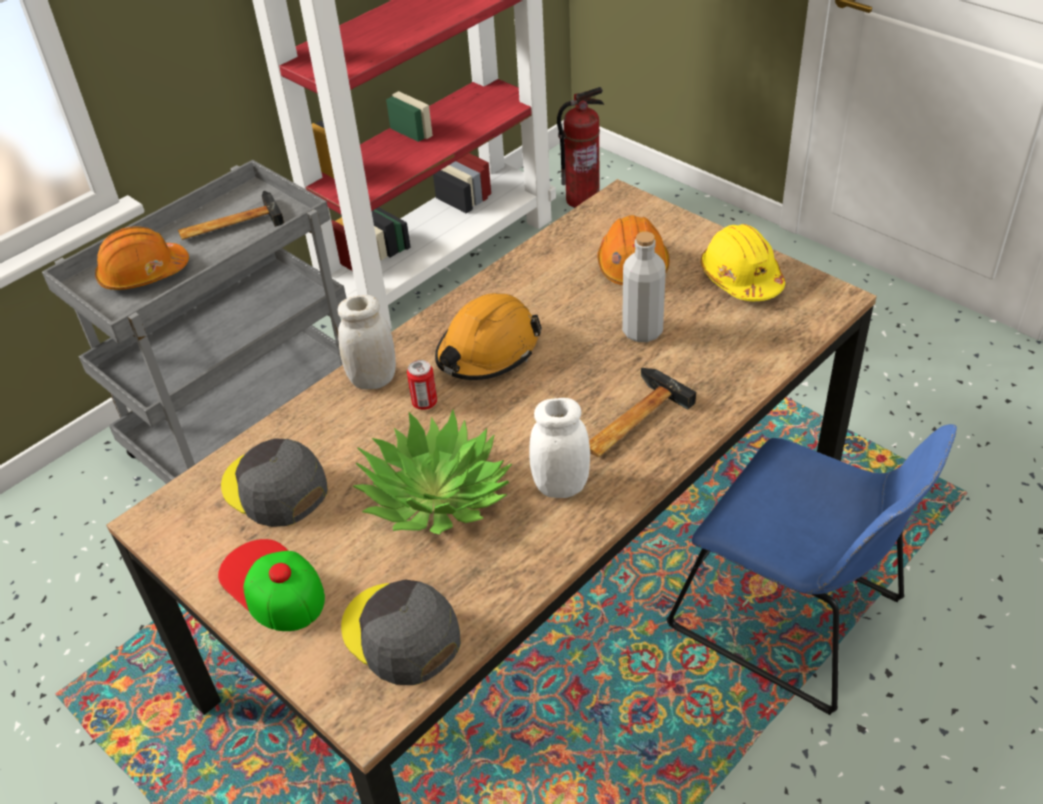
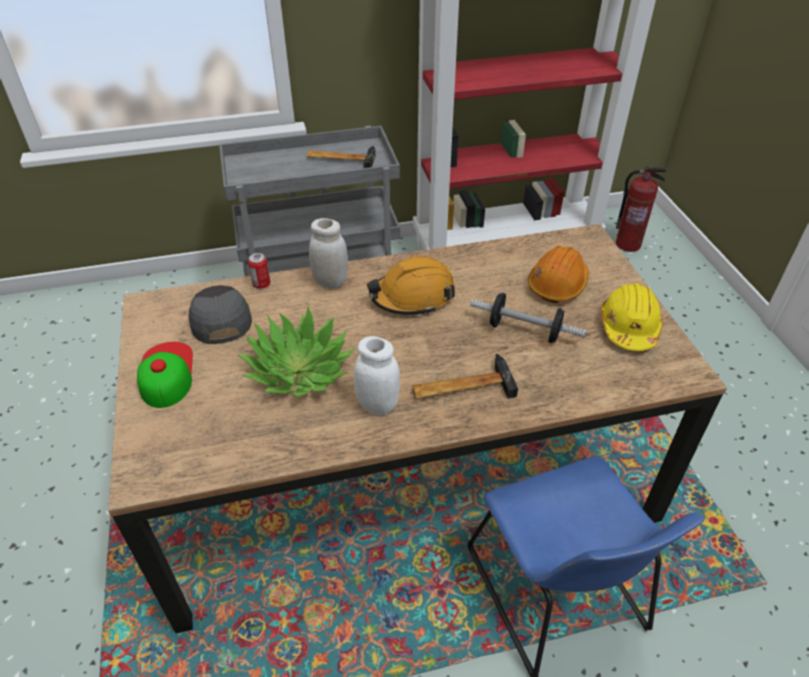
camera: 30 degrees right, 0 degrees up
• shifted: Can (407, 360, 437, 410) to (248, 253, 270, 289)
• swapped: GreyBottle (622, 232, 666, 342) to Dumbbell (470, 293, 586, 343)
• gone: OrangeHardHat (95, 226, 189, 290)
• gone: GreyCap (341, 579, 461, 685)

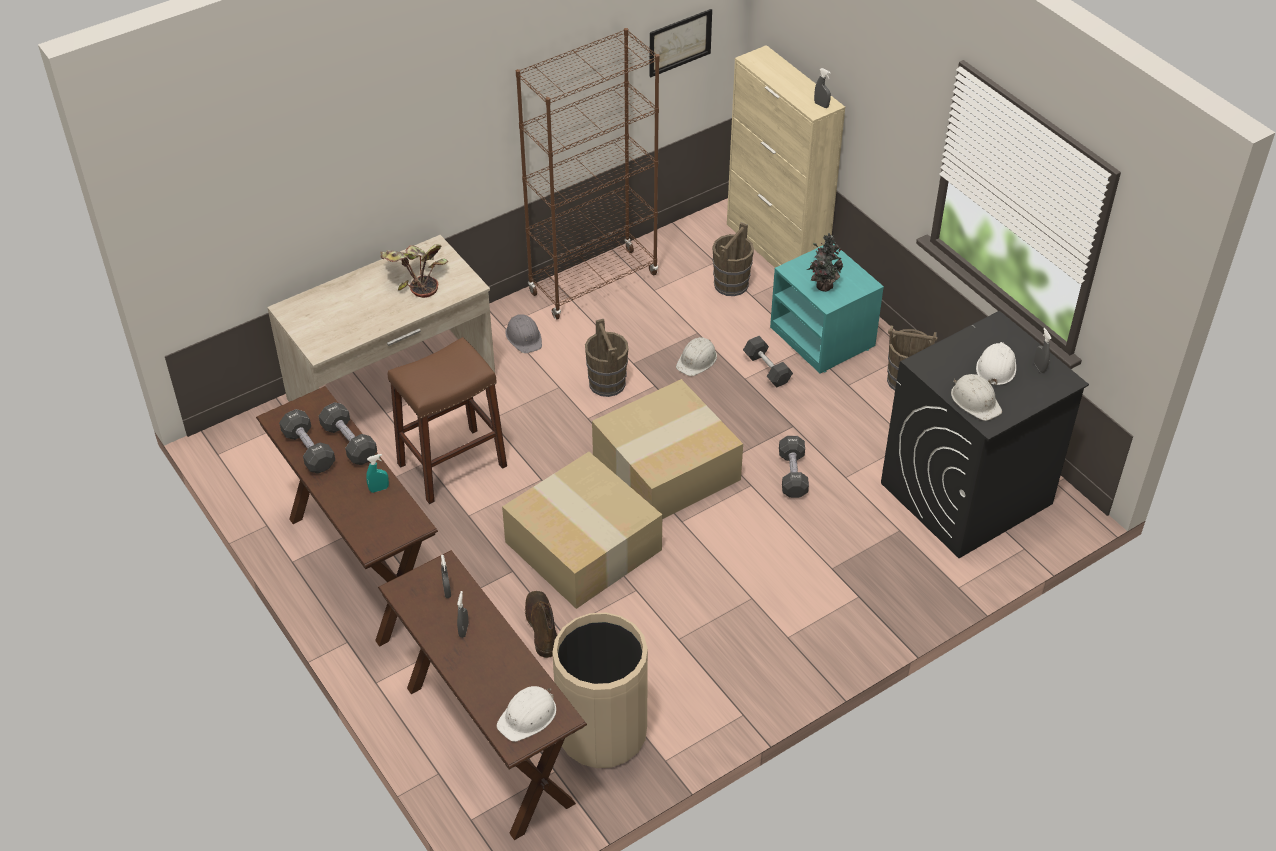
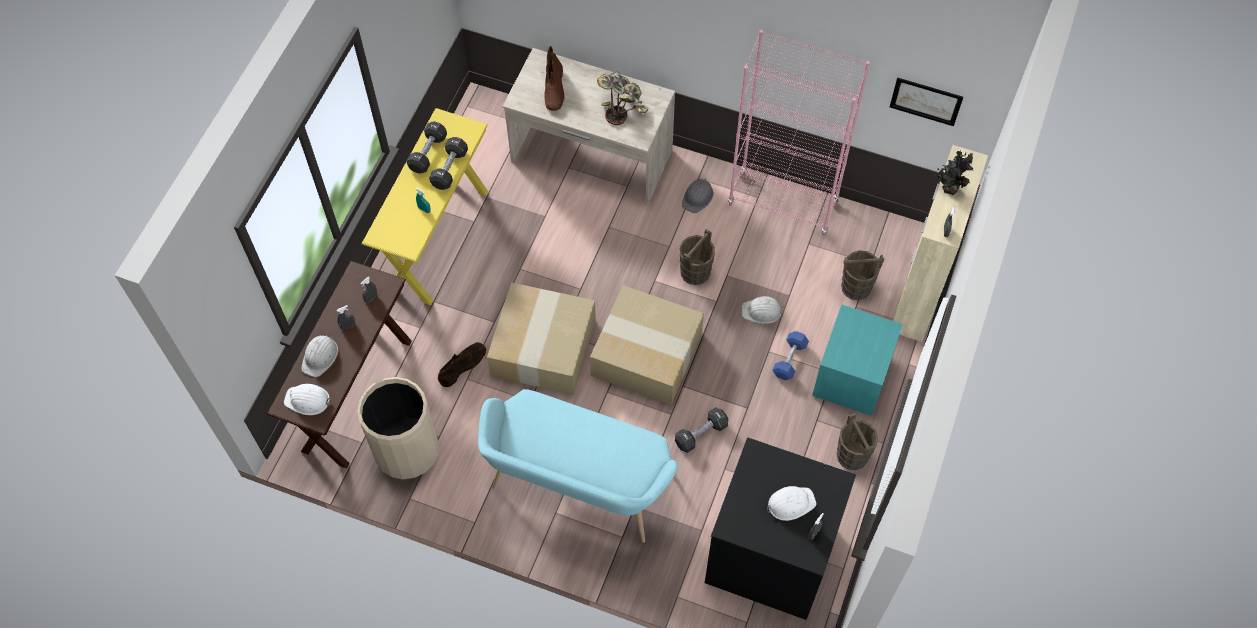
camera: 55 degrees right, 15 degrees up
• shifted: WhiteHardHat (951, 374, 1002, 421) to (301, 333, 338, 377)
• repainted: BrownConsoleTable (256, 386, 438, 647) to YellowConsoleTable (362, 108, 488, 305)
• new: TurquoiseBench (478, 389, 678, 543)
• new: BrownBoot (544, 46, 564, 111)
• repainted: BrownBookcase (516, 28, 660, 320) to PinkBookcase (728, 30, 870, 235)
• repainted: GreyDumbbell (743, 336, 793, 388) to BlueDumbbell (772, 331, 809, 380)
• shifted: PottedPlant (807, 233, 843, 292) to (935, 150, 973, 195)
• gone: BrownStool (388, 337, 507, 504)

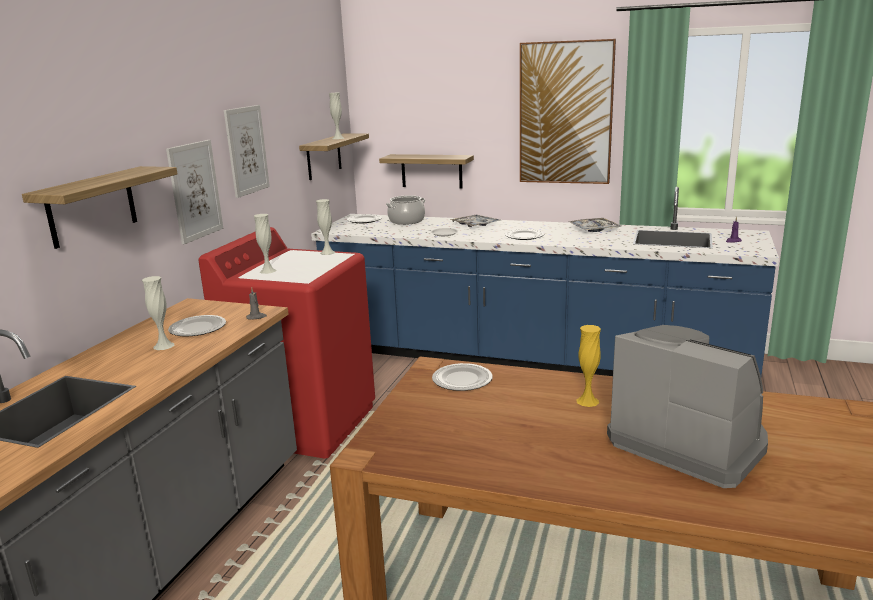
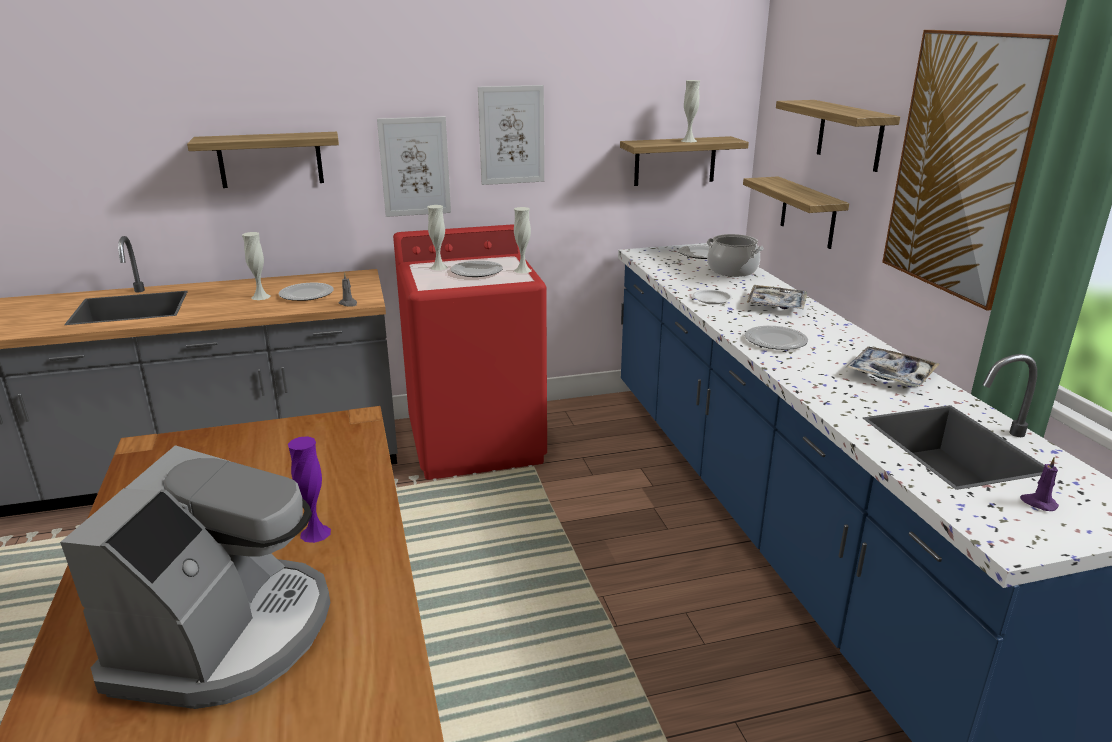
camera: 55 degrees right, 5 degrees up
• repainted: YellowVase (576, 325, 601, 407) to PurpleVase (288, 436, 331, 543)
• shifted: Plate (432, 363, 493, 391) to (451, 260, 503, 277)
• new: Shelf (776, 100, 900, 172)

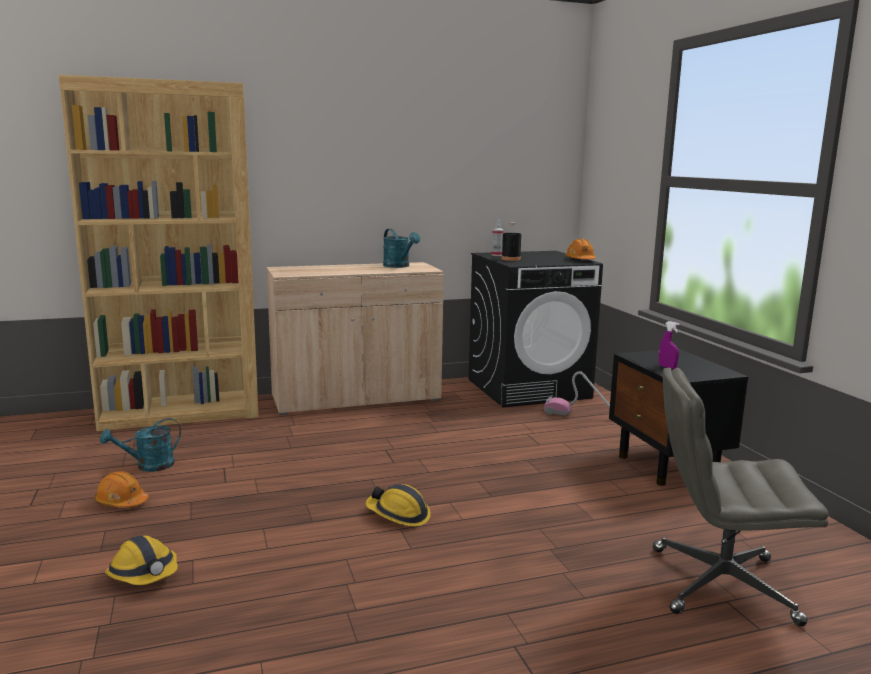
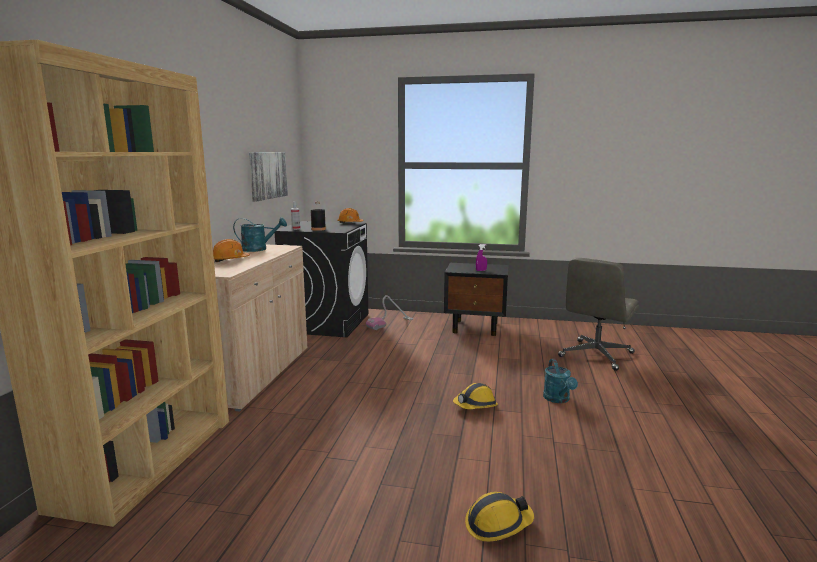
camera: 60 degrees left, 0 degrees up
• shifted: OrangeHardHat (95, 471, 149, 508) to (213, 239, 250, 262)
• new: Picture (249, 152, 288, 201)
• shifted: TurquoiseWateringCan (100, 418, 181, 472) to (543, 359, 578, 403)

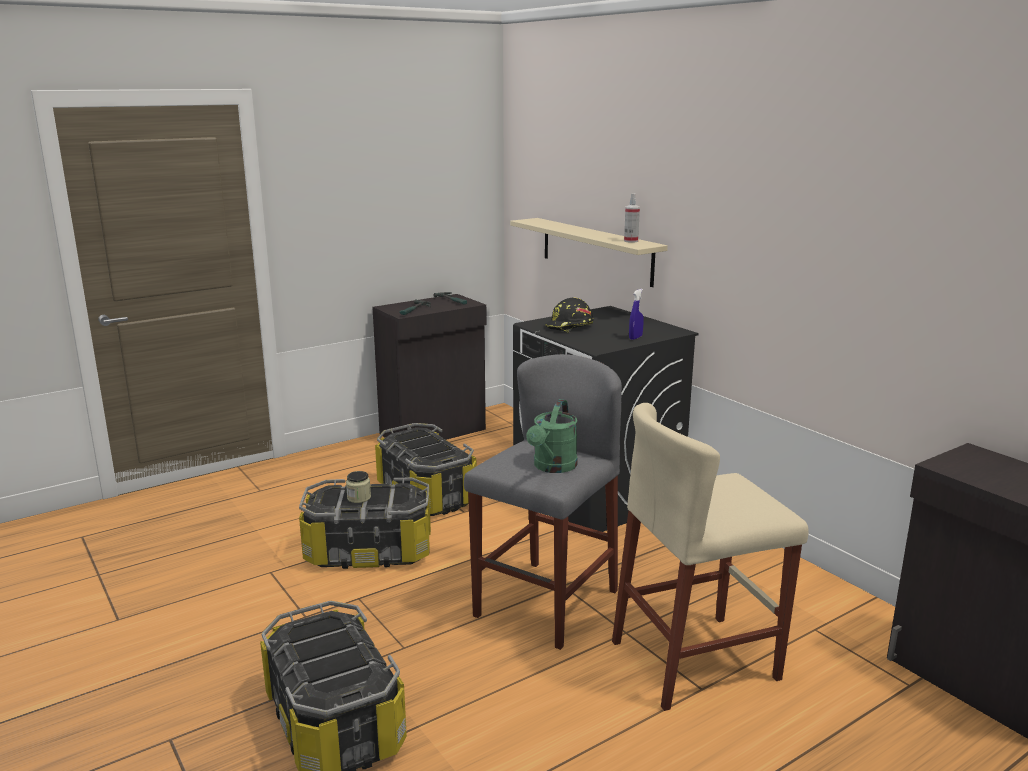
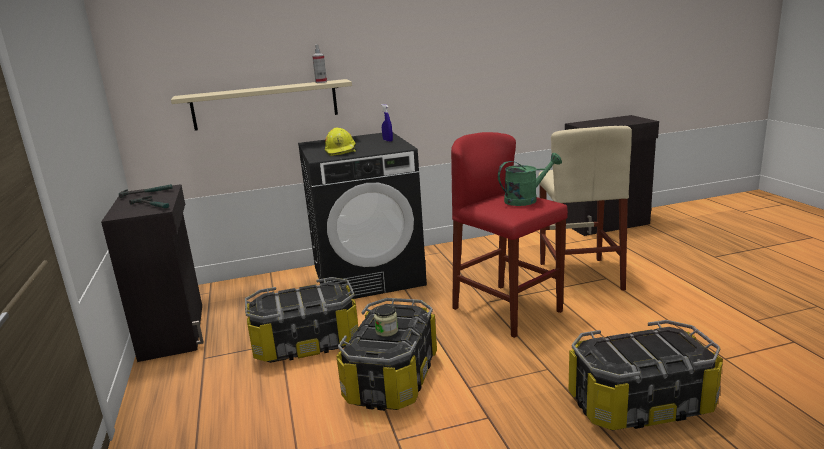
camera: 70 degrees left, 0 degrees up
• repainted: BlackHardHat (545, 297, 594, 332) to YellowHardHat (325, 128, 356, 156)
• repainted: GreyStool (464, 354, 622, 650) to RedStool (451, 132, 568, 338)
• rotated: GreenWateringCan (526, 399, 578, 473) = (498, 153, 562, 206) 60 degrees counterclockwise

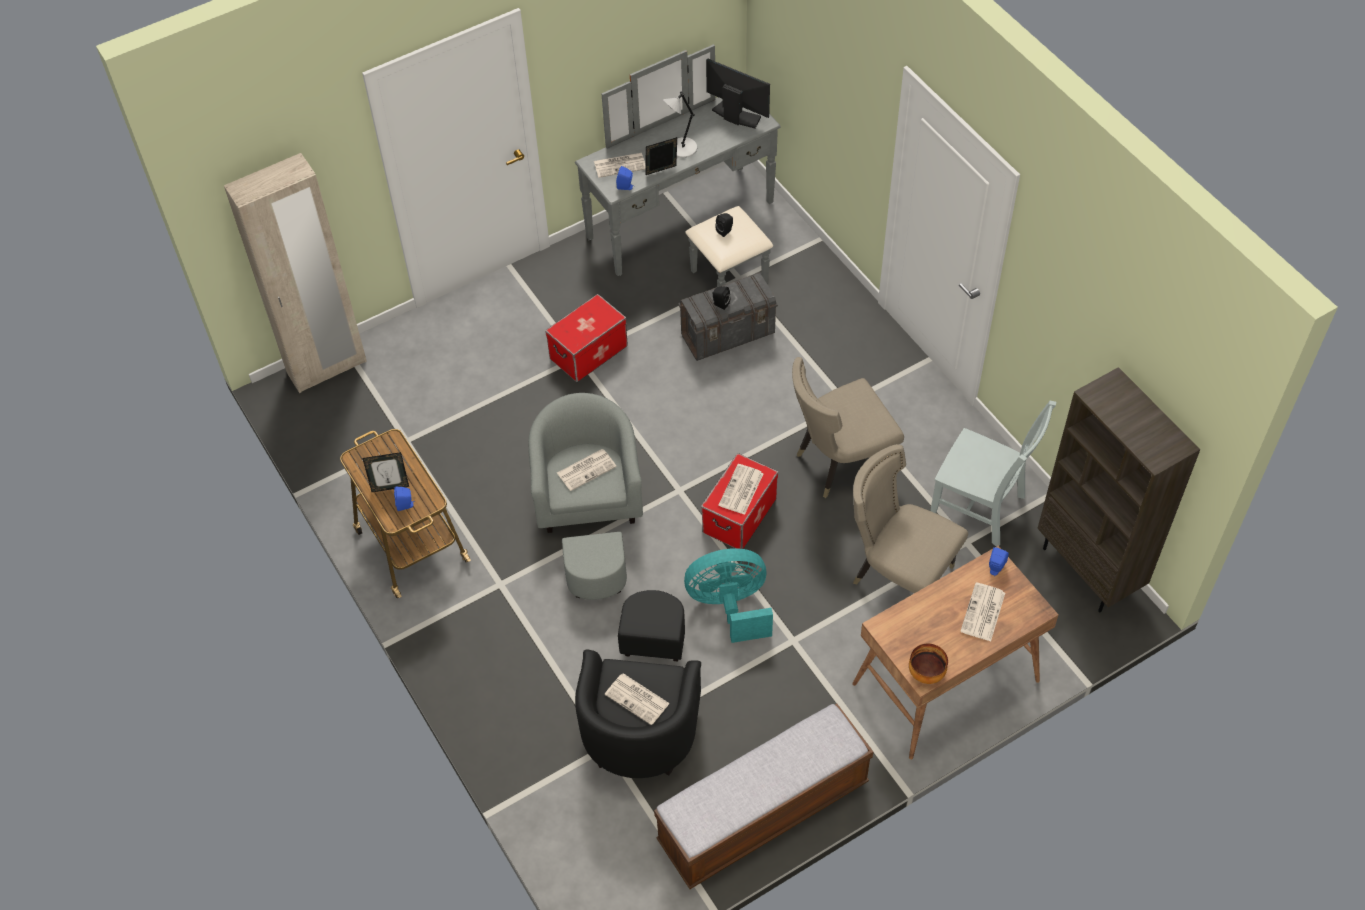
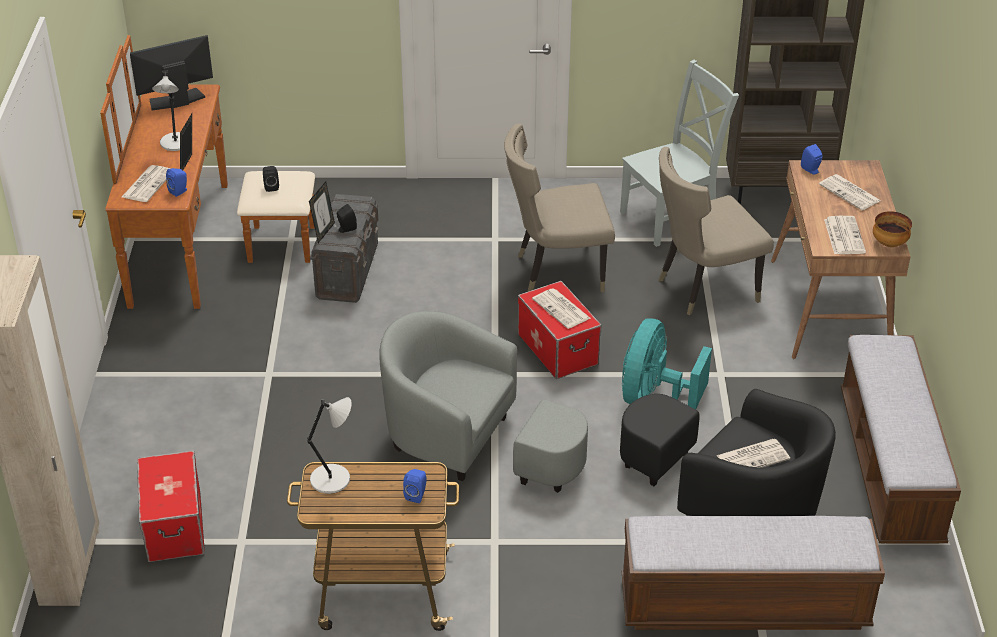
camera: 60 degrees left, 15 degrees down
• repainted: GreyDresser (575, 44, 781, 287) to BrownDresser (100, 35, 315, 309)
• shifted: StorageBox (545, 294, 628, 382) to (137, 451, 205, 562)
• new: GreyTableLamp (307, 397, 352, 494)
• shifted: PictureFrame (363, 452, 409, 492) to (309, 181, 335, 243)
• rotated: BeigeChair (792, 357, 904, 498) = (504, 124, 615, 292) 75 degrees clockwise
• new: Bench (622, 516, 885, 630)
• shifted: Newspaper (557, 449, 617, 491) to (824, 216, 866, 254)

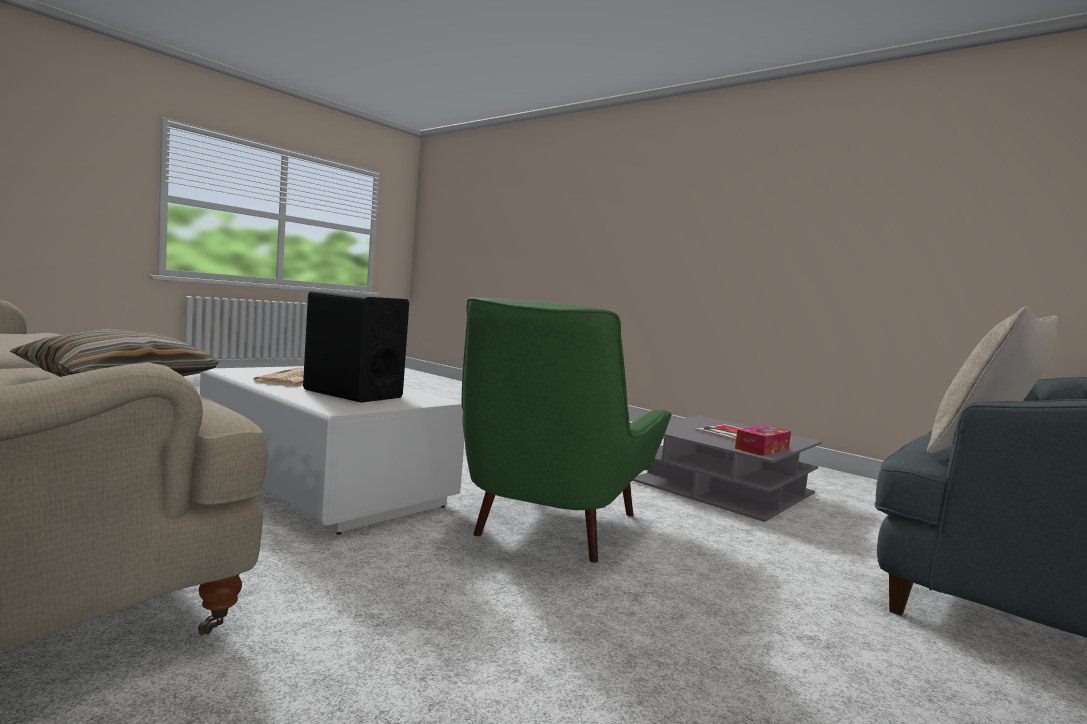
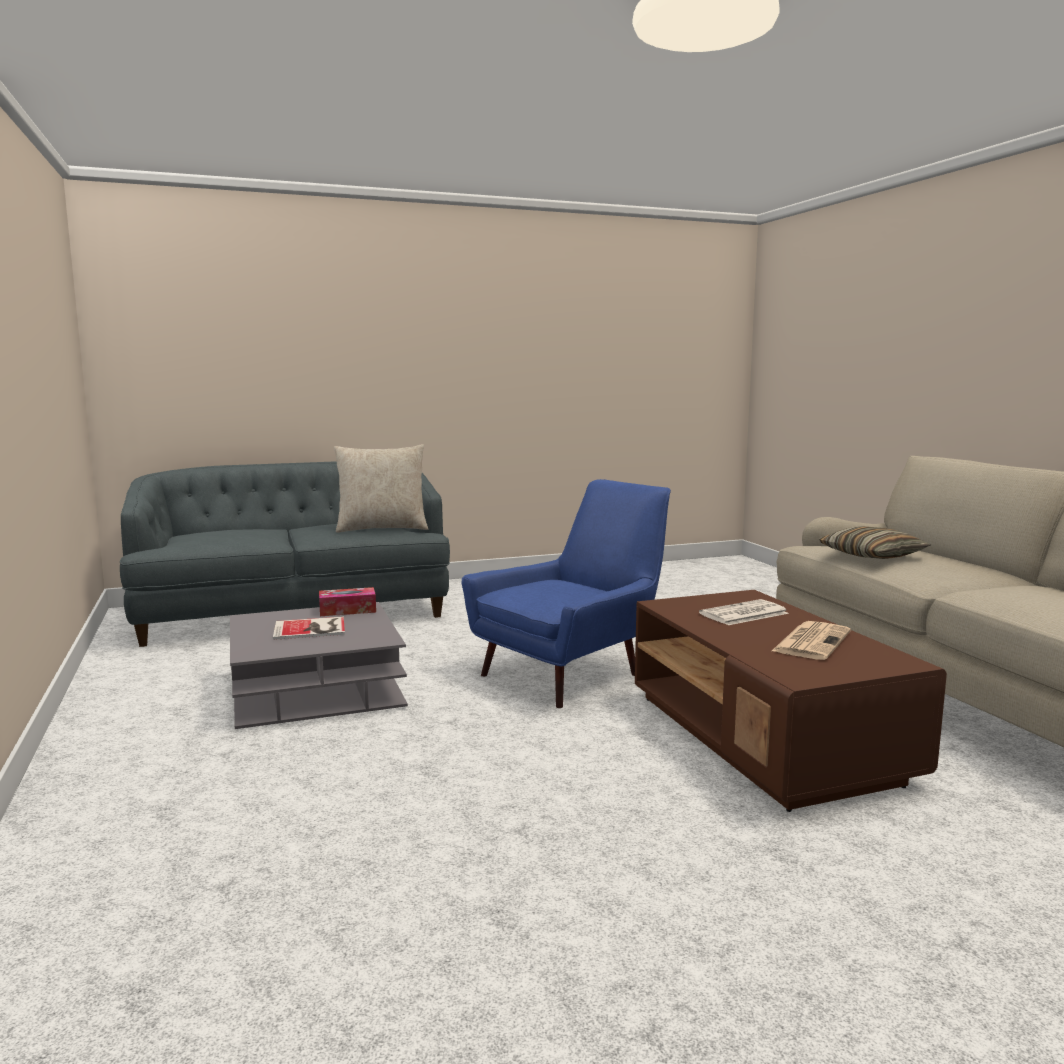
camera: 150 degrees left, 5 degrees up
• repainted: GreenArmchair (462, 297, 672, 563) to BlueArmchair (462, 479, 671, 708)
• repainted: WhiteCoffeeTable (200, 366, 465, 535) to BrownCoffeeTable (635, 590, 947, 812)
• swapped: BlackSpeaker (303, 290, 409, 403) to Newspaper (699, 599, 789, 625)

